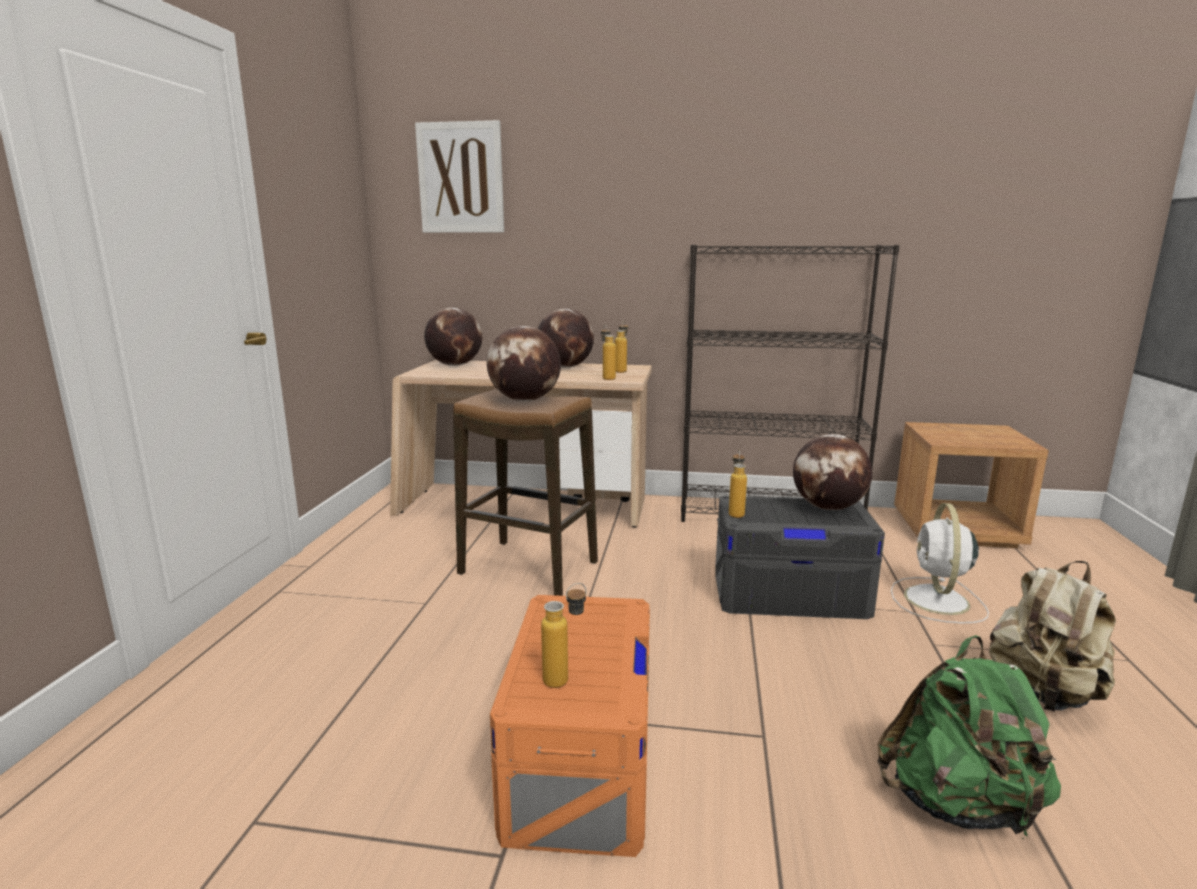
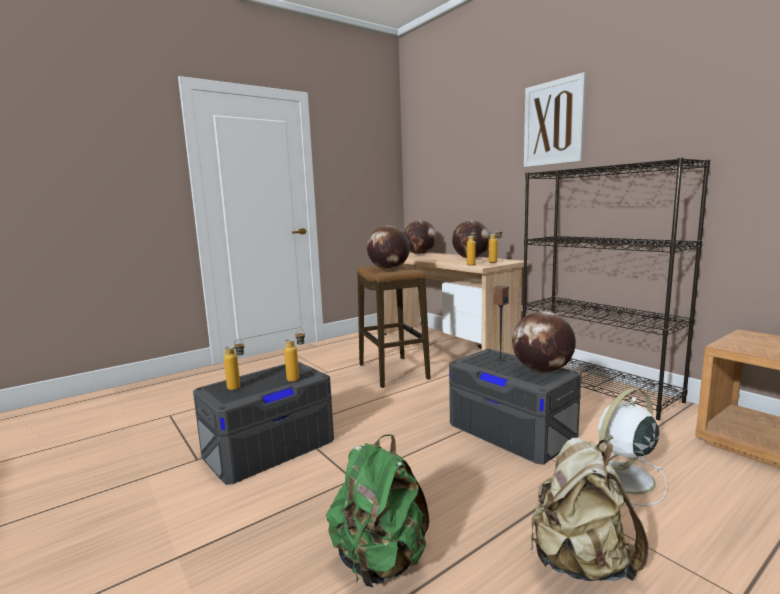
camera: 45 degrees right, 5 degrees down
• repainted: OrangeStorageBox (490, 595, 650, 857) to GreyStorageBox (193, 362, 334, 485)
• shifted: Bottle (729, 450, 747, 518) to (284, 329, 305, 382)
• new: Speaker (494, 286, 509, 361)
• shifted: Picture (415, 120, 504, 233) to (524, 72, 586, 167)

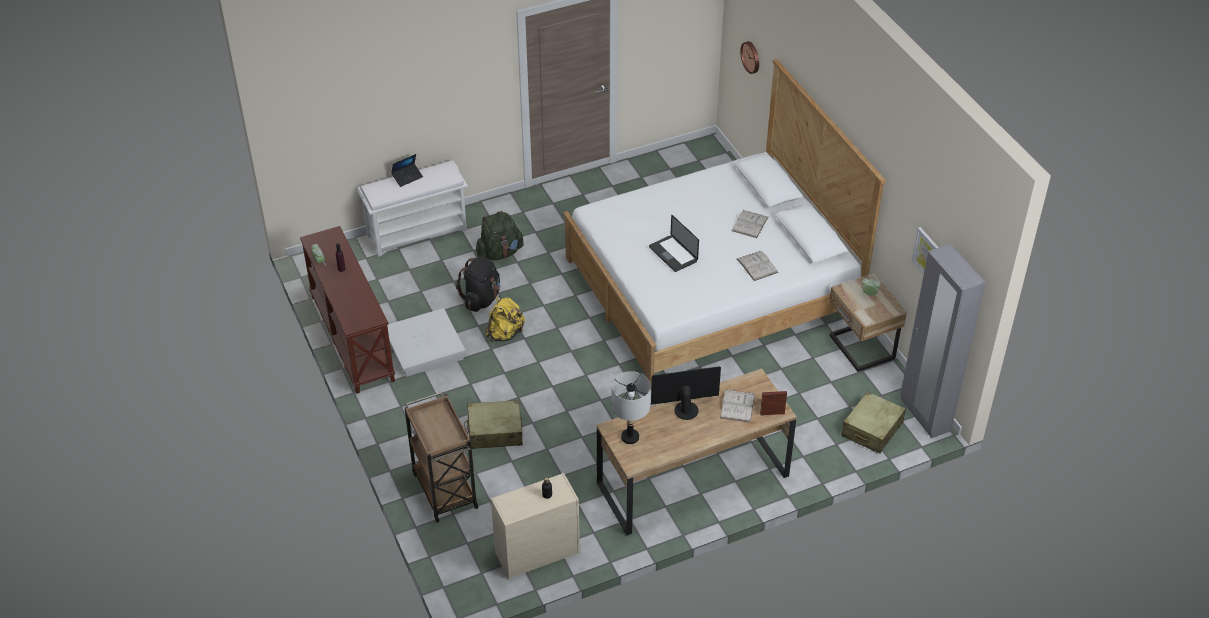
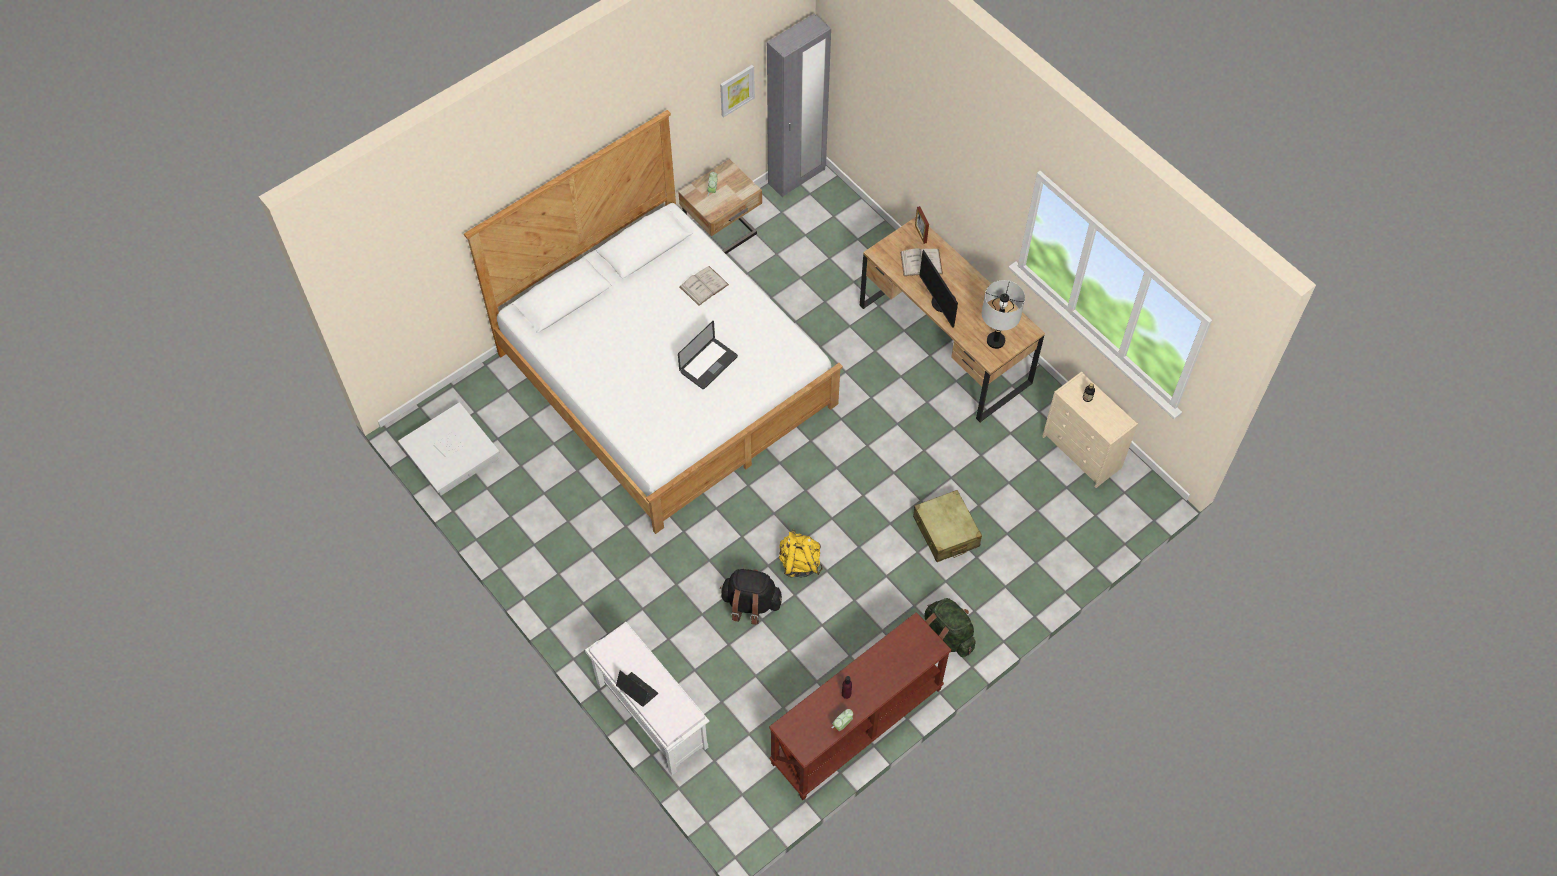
camera: 105 degrees left, 15 degrees up
• shifted: WhiteStorageBox (387, 308, 466, 377) to (398, 402, 500, 495)
• shifted: GreenBackpack (476, 211, 524, 261) to (924, 598, 975, 657)
• gone: BrownCart (404, 392, 479, 523)
• gone: WhiteBook (732, 210, 768, 238)
• gone: WallClock (740, 41, 759, 74)
• gone: BeigeSuitcase (841, 391, 906, 454)

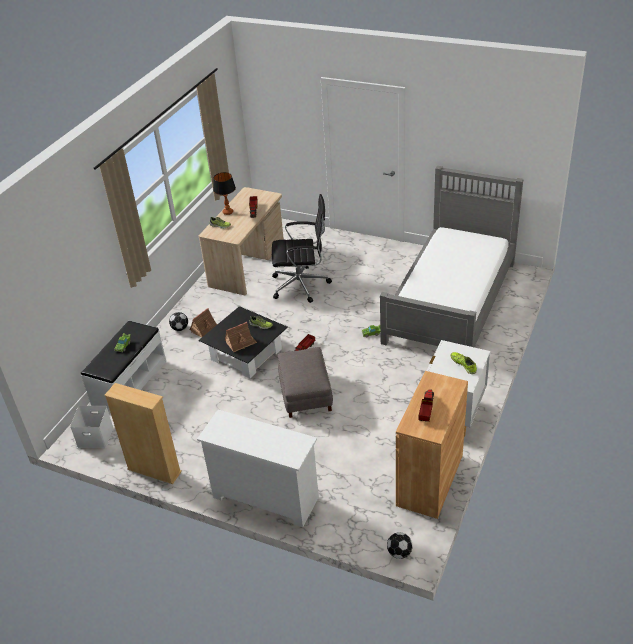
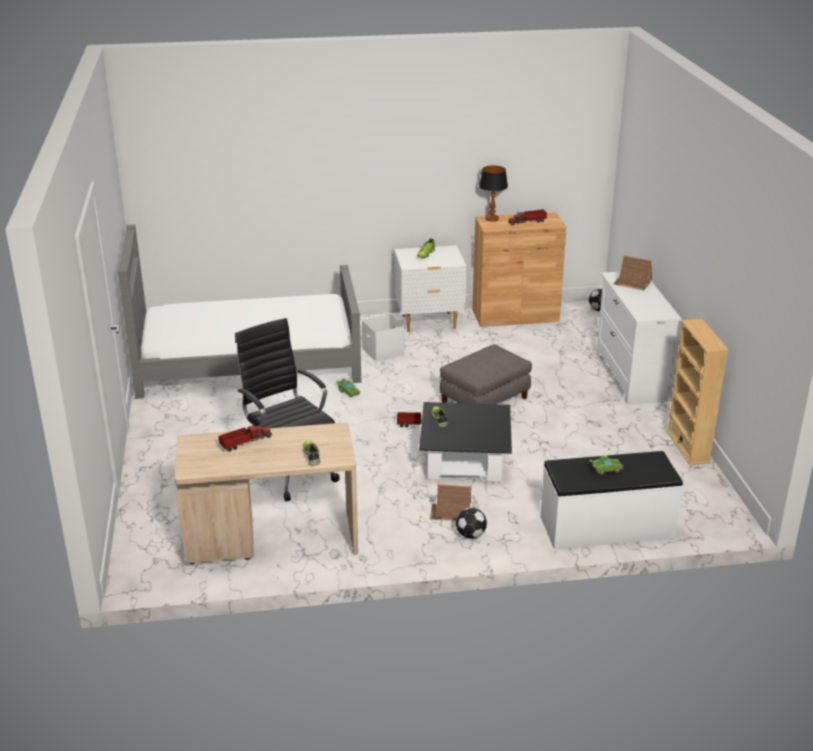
camera: 125 degrees left, 10 degrees down
• shifted: WhiteStorageBox (70, 406, 113, 448) to (362, 313, 404, 362)
• shifted: TableLamp (213, 172, 236, 215) to (479, 166, 508, 222)
• shifted: ToyHouse (225, 322, 257, 352) to (613, 255, 652, 291)

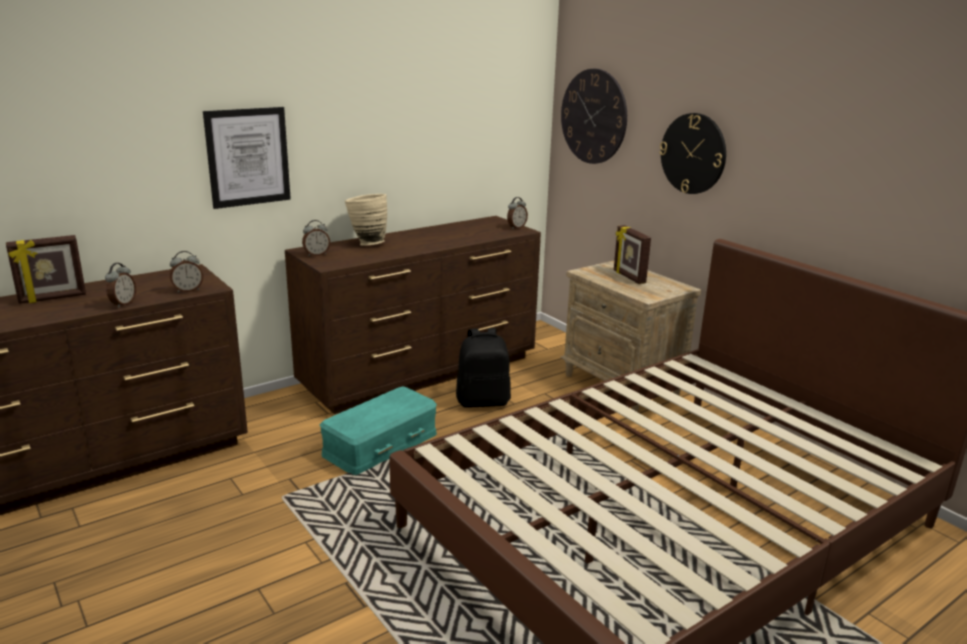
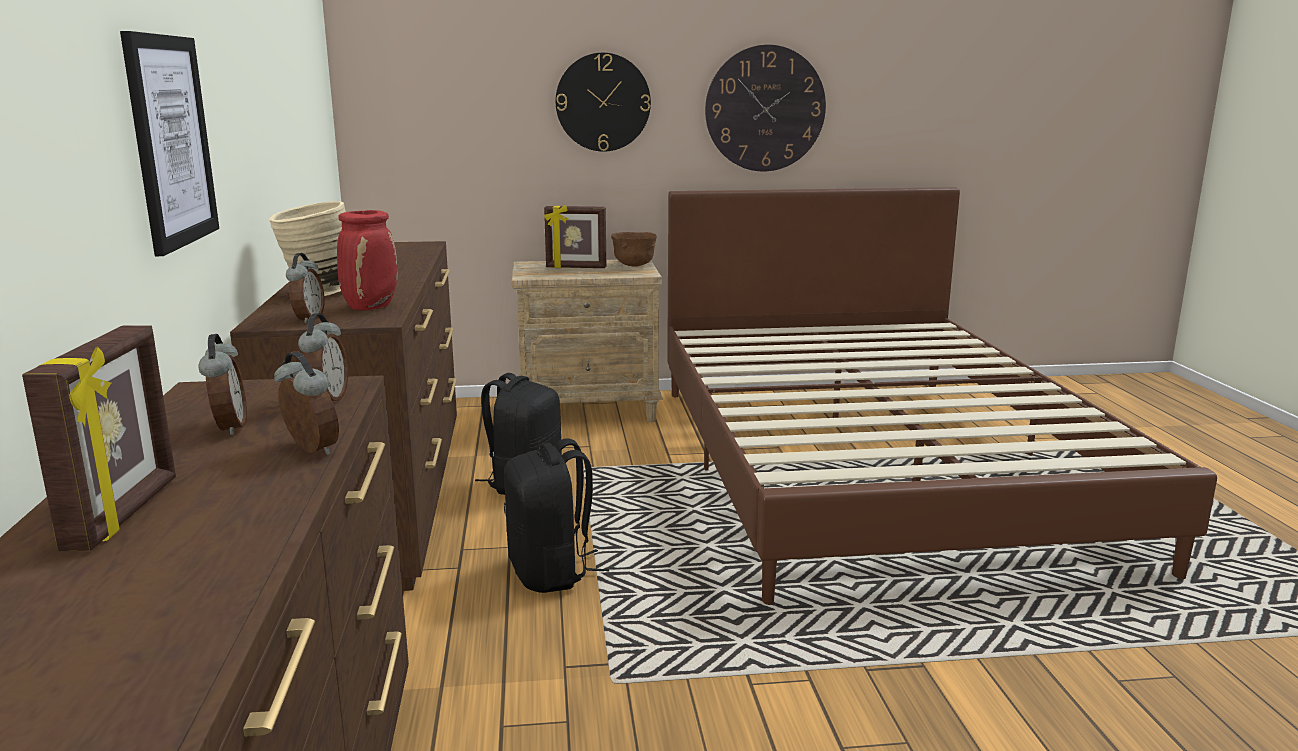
camera: 60 degrees left, 5 degrees down
• shifted: AlarmClock (507, 197, 528, 229) to (198, 334, 247, 435)
• new: RedVase (337, 210, 398, 310)
• swapped: TurquoiseStorageBox (320, 386, 437, 475) to BlackBackpack (504, 438, 609, 593)
• new: BrownBowl (611, 232, 657, 266)
• shifted: WallClock (561, 69, 627, 164) to (705, 45, 826, 171)

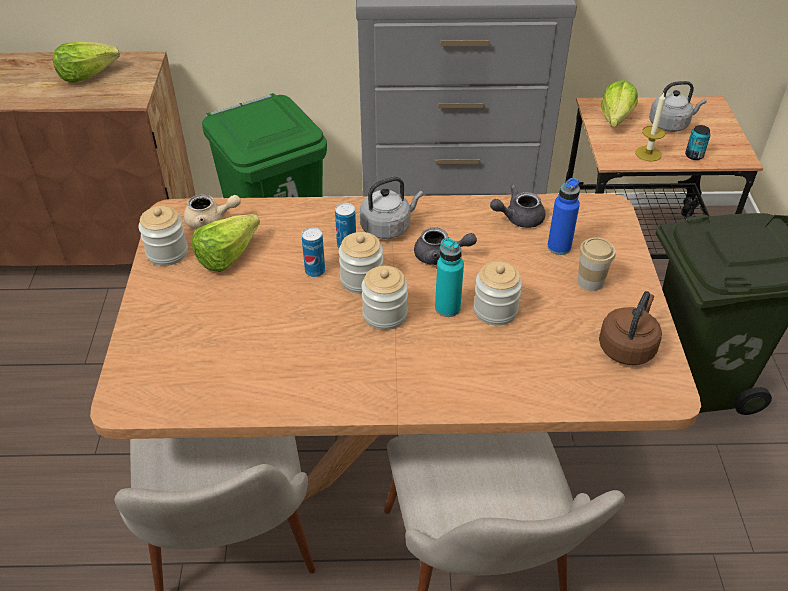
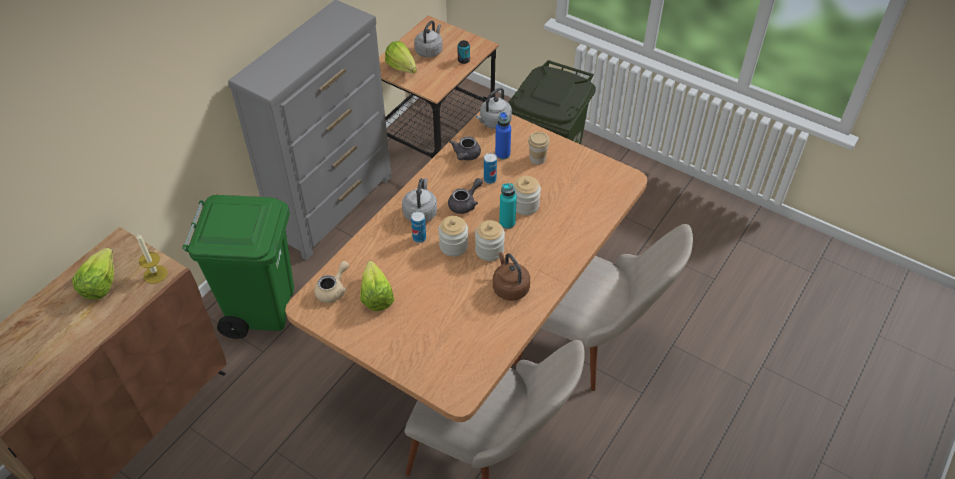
camera: 55 degrees left, 5 degrees up
• shifted: Candle (635, 93, 665, 162) to (137, 233, 168, 284)
• new: GreyKettle (476, 88, 512, 129)
• shifted: Can (302, 227, 325, 277) to (484, 153, 497, 184)
• shifted: BrownKettle (599, 291, 662, 365) to (493, 252, 530, 301)
• gone: Jar (139, 206, 188, 266)

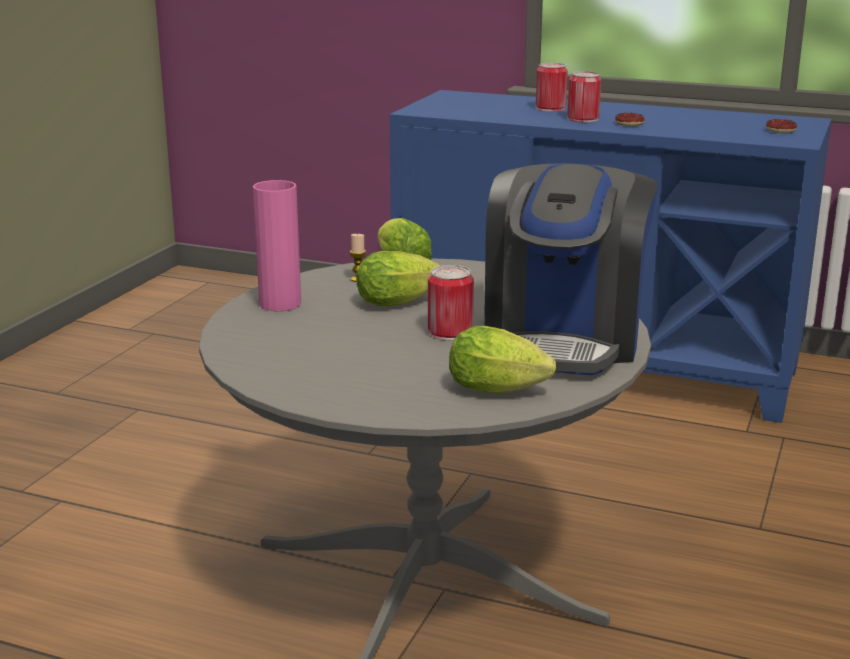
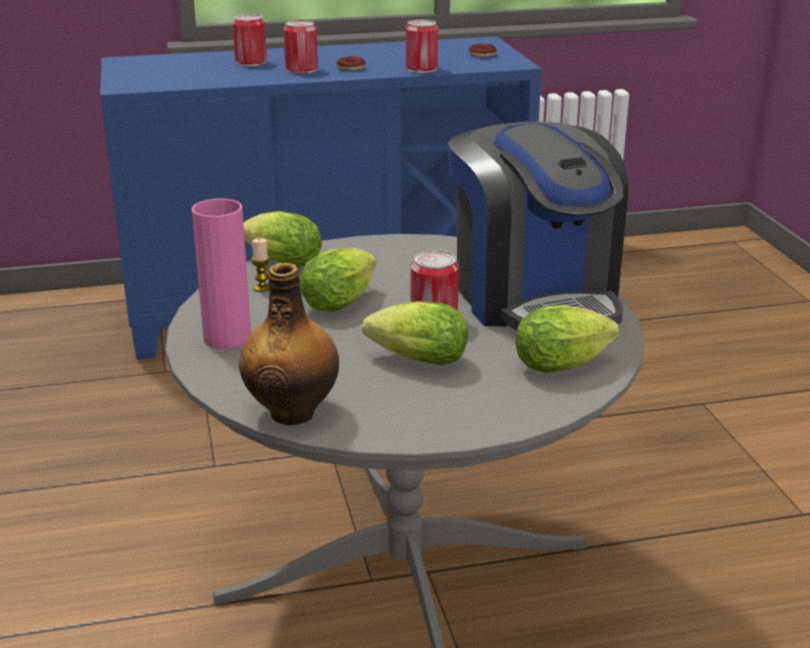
camera: 35 degrees left, 5 degrees up
• new: Bottle (239, 263, 339, 425)
• new: Lettuce (362, 301, 468, 365)
• new: Can (405, 19, 438, 73)

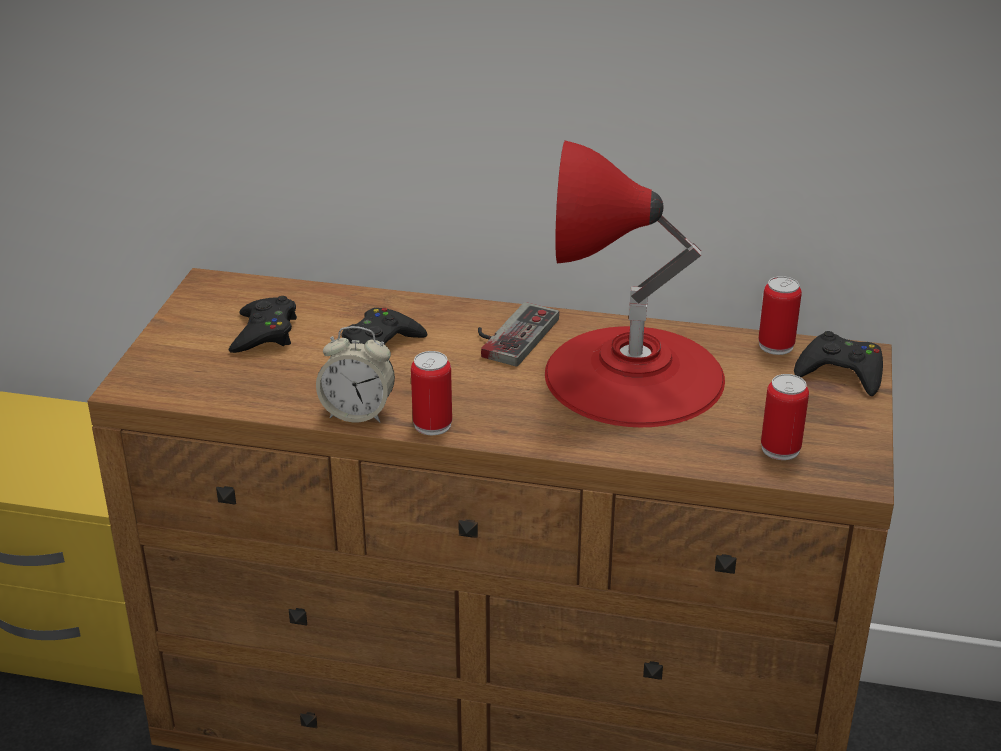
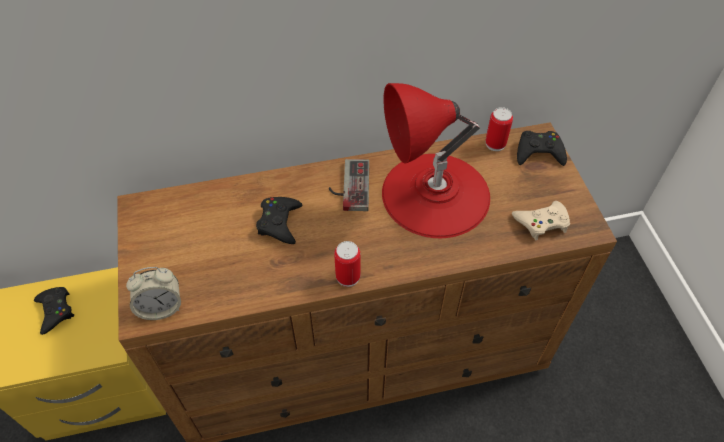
camera: 25 degrees left, 20 degrees up
• shifted: BlackGameController (229, 296, 297, 353) to (34, 287, 74, 335)
• shifted: AlarmClock (316, 326, 395, 423) to (126, 267, 181, 320)
• swapped: Can (761, 374, 809, 460) to BeigeGameController (512, 201, 570, 240)

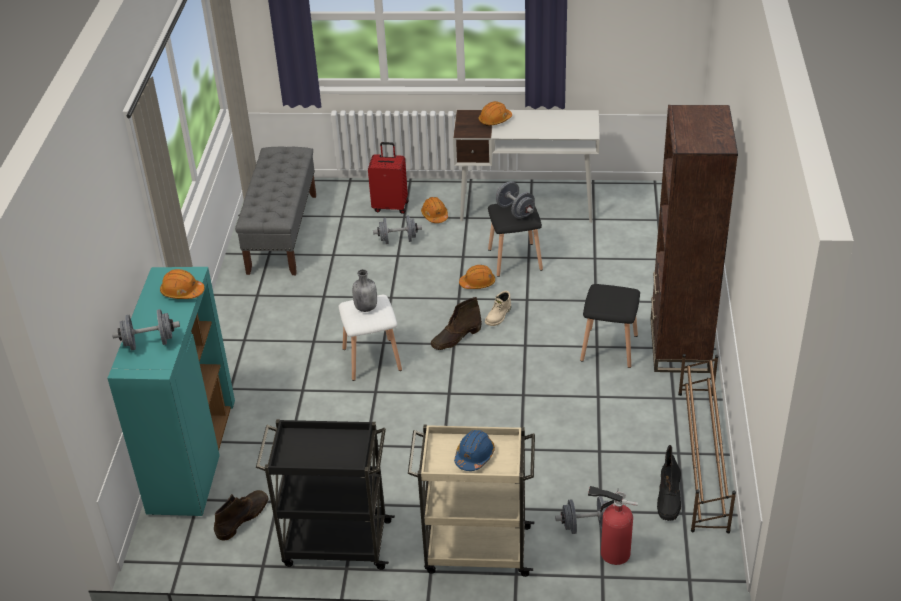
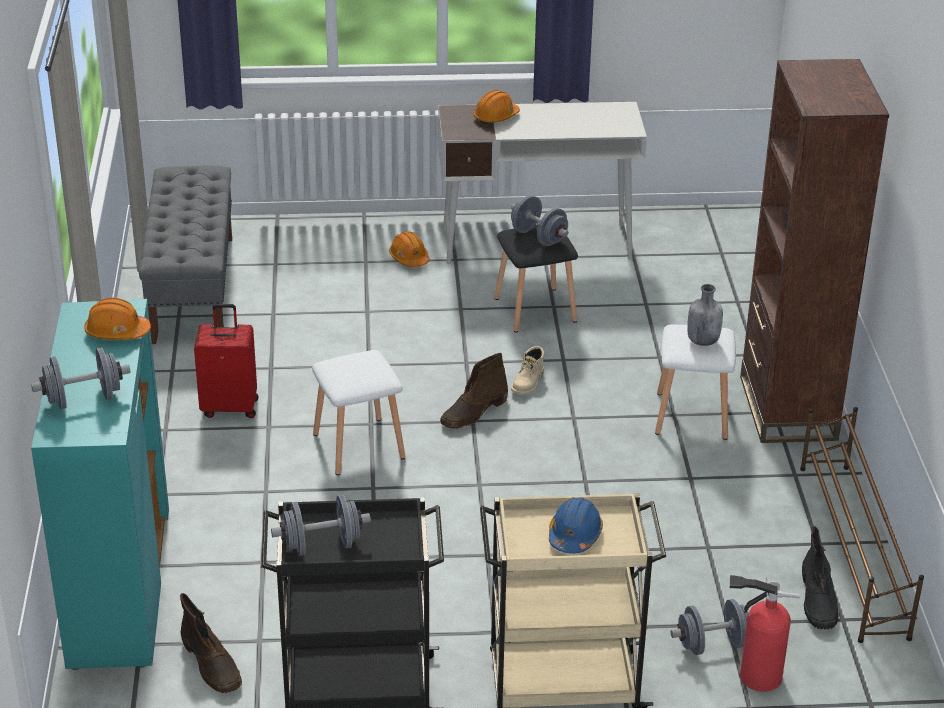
camera: 10 degrees left, 5 degrees down
• rotated: BrownBoot (214, 490, 268, 541) = (180, 593, 242, 693) 120 degrees clockwise
• shifted: RedSuitcase (368, 142, 408, 214) to (194, 304, 258, 418)
• shifted: GreyDumbbell (373, 215, 422, 244) to (271, 495, 371, 556)
• repainted: BlackStool (580, 284, 640, 368) to WhiteStool (655, 324, 736, 440)
• shifted: GreyBottle (352, 269, 377, 312) to (687, 284, 723, 346)
• gone: OrangeHardHat (459, 265, 495, 289)

